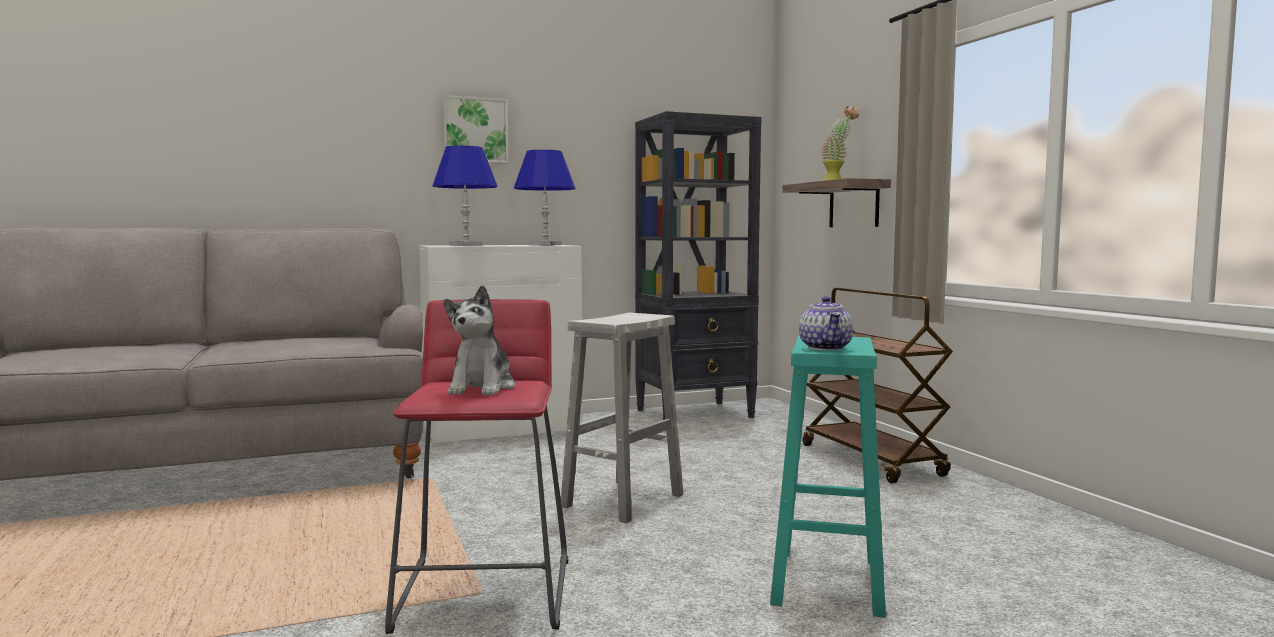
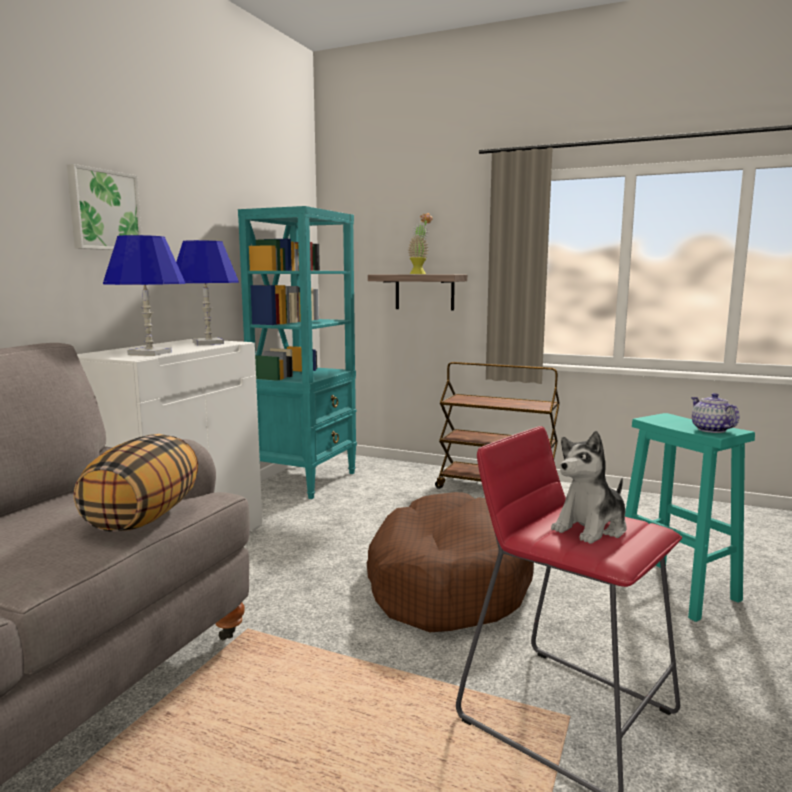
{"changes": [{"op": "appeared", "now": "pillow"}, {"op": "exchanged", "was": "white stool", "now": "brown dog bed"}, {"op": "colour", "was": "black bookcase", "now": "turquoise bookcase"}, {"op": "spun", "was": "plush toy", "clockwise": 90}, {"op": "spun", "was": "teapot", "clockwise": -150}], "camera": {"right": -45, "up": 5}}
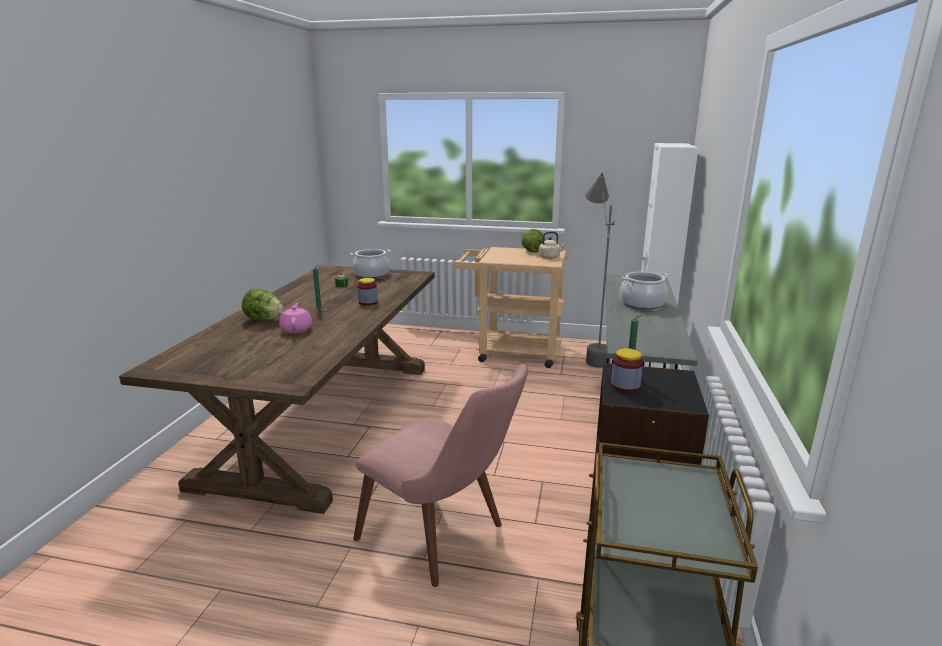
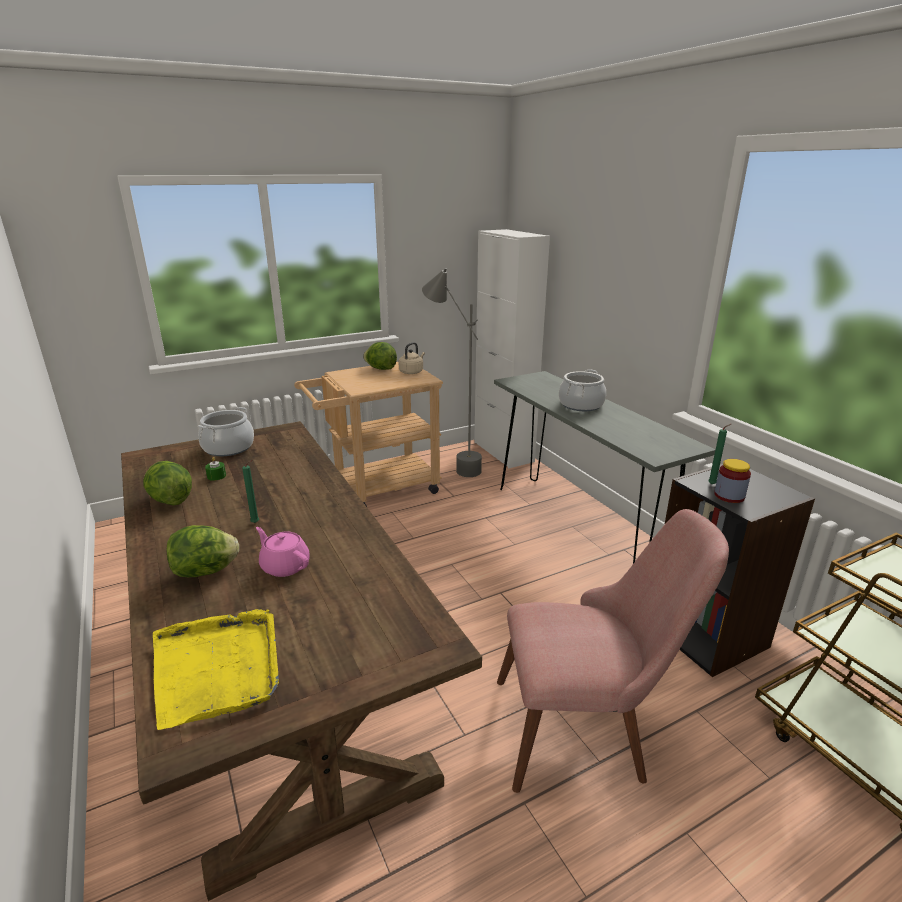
{"changes": [{"op": "missing", "was": "jar (no. 1 from left)"}, {"op": "appeared", "now": "lettuce (no. 1 from left)"}, {"op": "appeared", "now": "yellow tray"}], "camera": {"right": -40, "up": 5}}
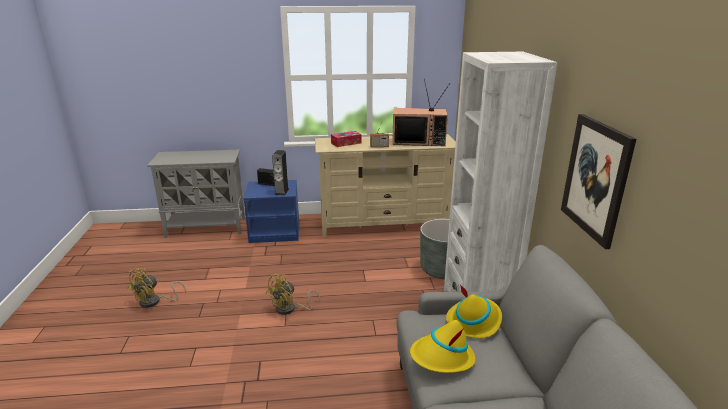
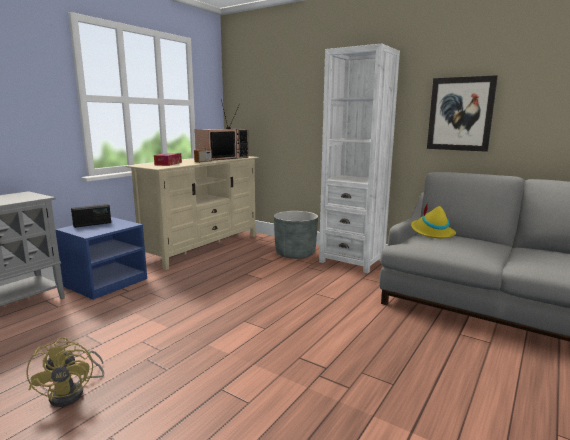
{"changes": [{"op": "missing", "was": "yellow fan (no. 2 from left)"}, {"op": "missing", "was": "speaker"}, {"op": "missing", "was": "yellow hat (no. 1 from left)"}], "camera": {"right": -50, "up": -10}}
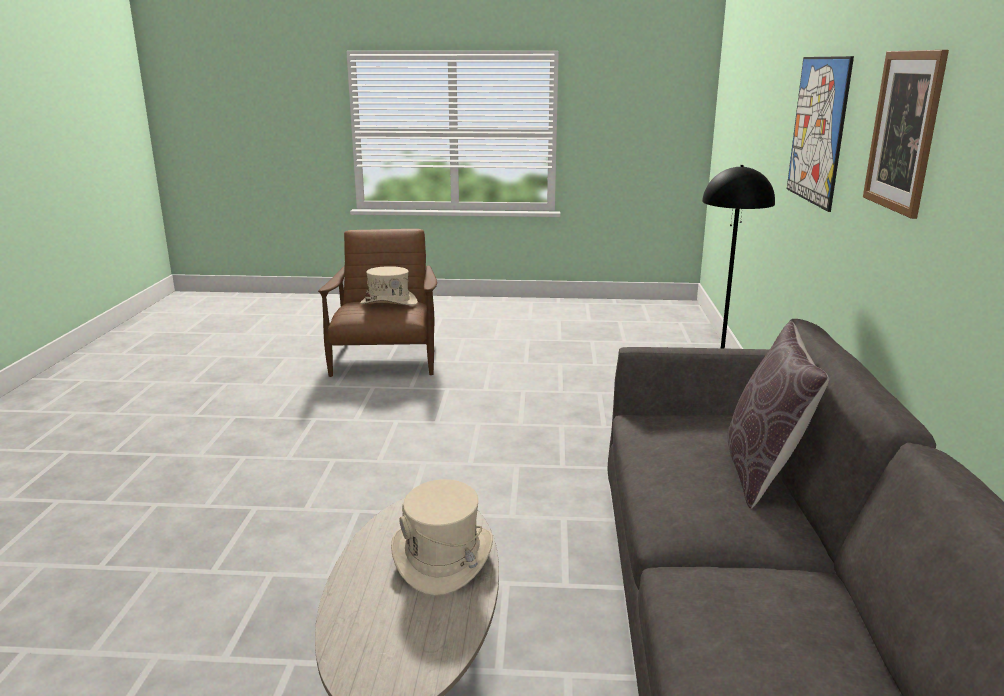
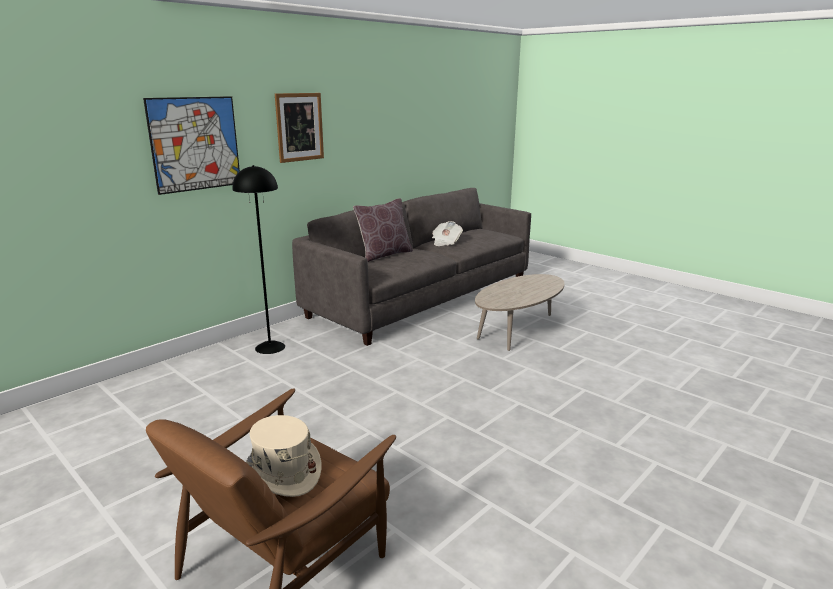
{"changes": [{"op": "missing", "was": "beige hat (no. 2 from left)"}, {"op": "appeared", "now": "newspaper"}], "camera": {"right": -140, "up": 0}}
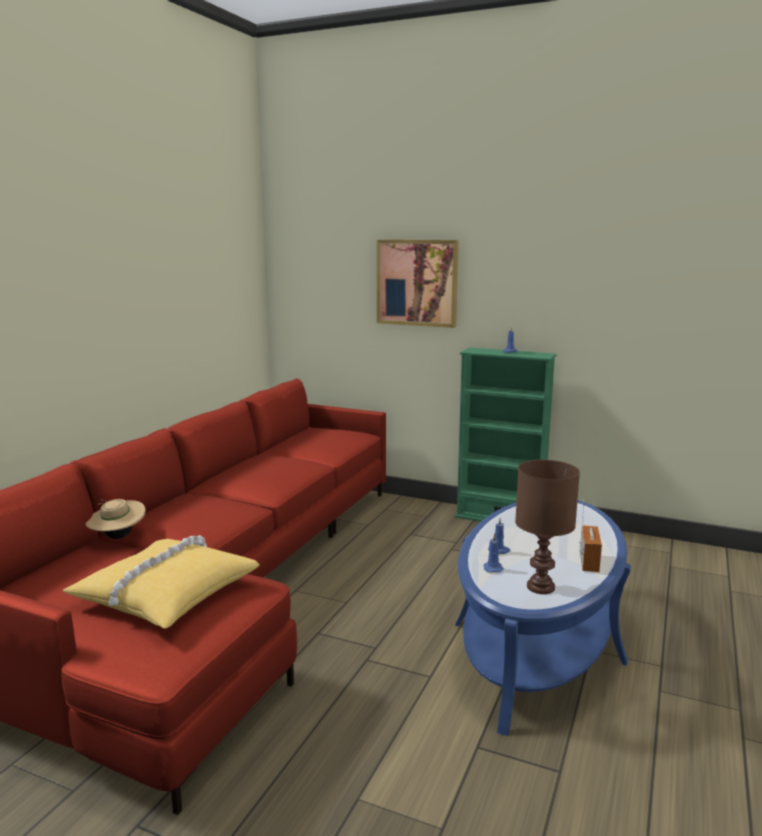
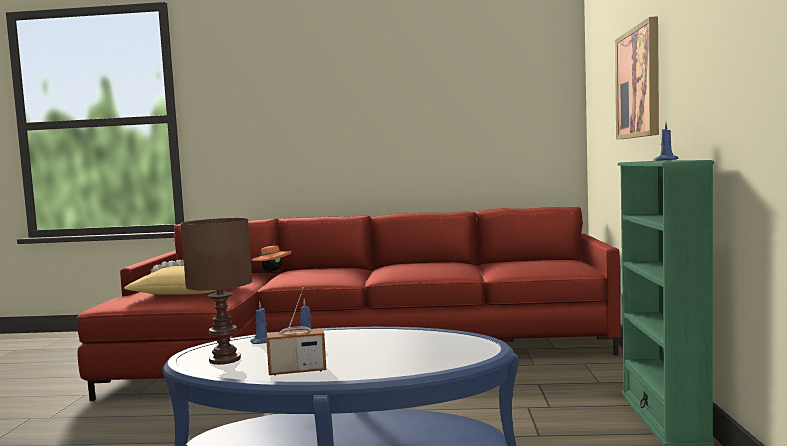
{"changes": [{"op": "colour", "was": "beige hat", "now": "orange hat"}], "camera": {"right": 70, "up": -10}}
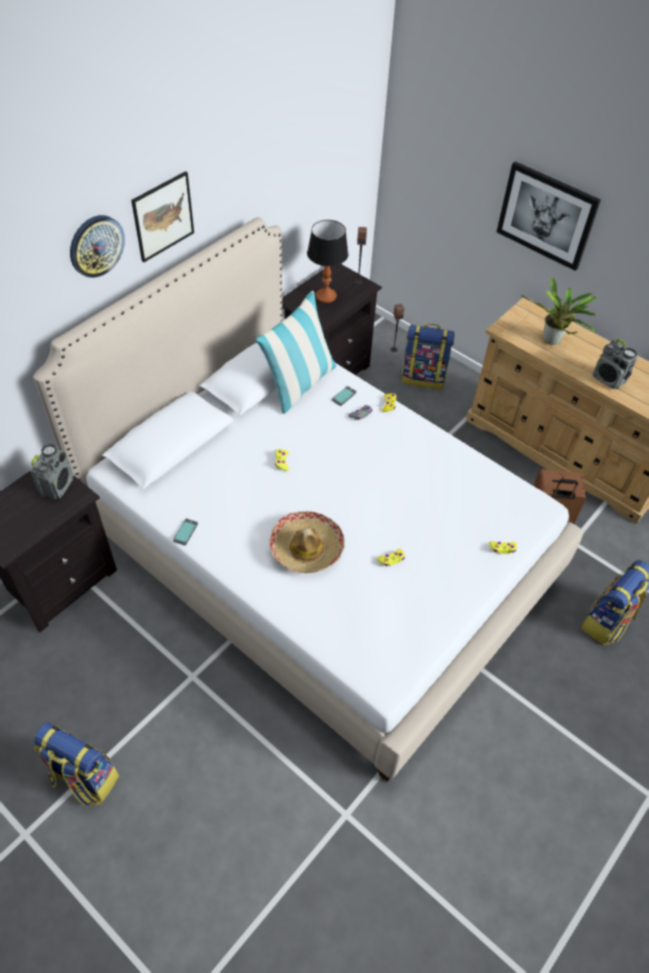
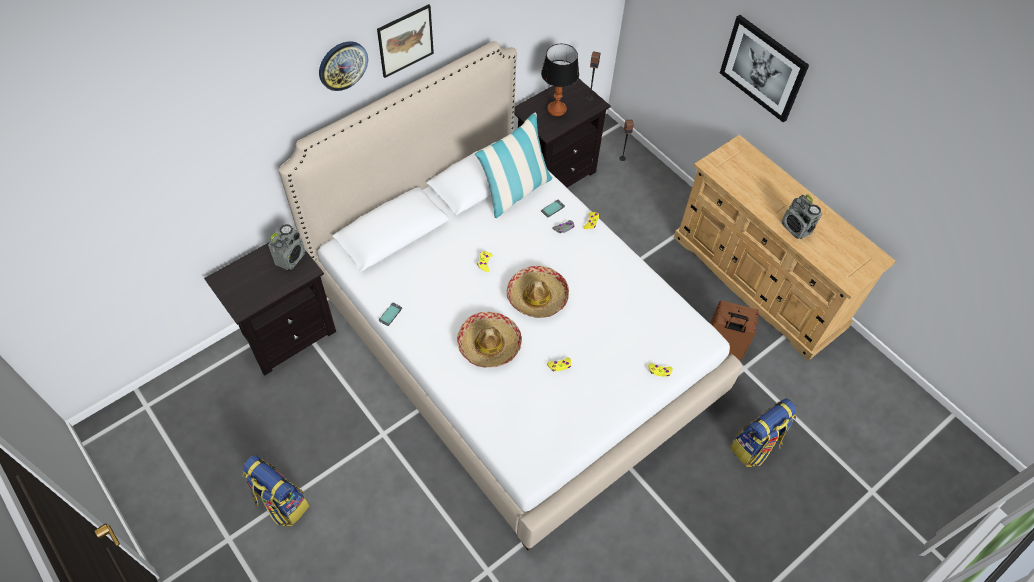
{"changes": [{"op": "missing", "was": "backpack (no. 2 from left)"}, {"op": "missing", "was": "potted plant"}, {"op": "appeared", "now": "hat (no. 2 from left)"}], "camera": {"right": 10, "up": 5}}
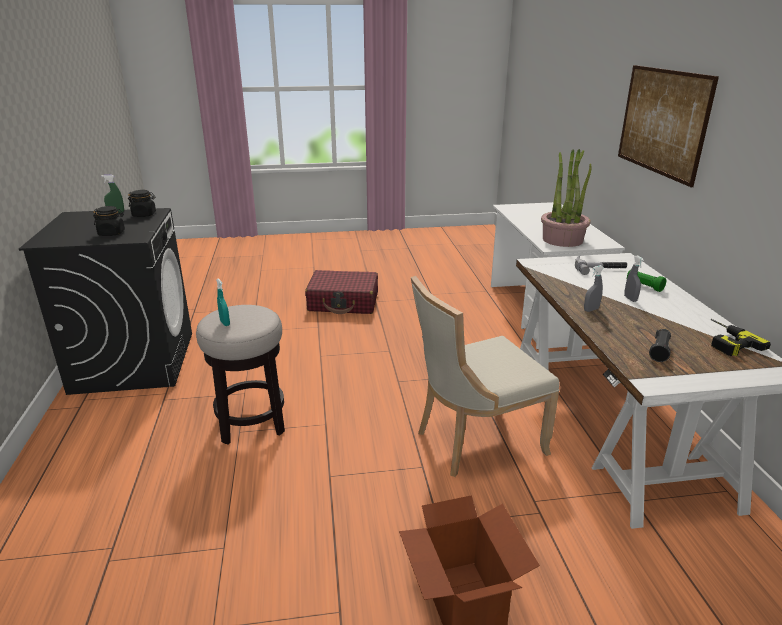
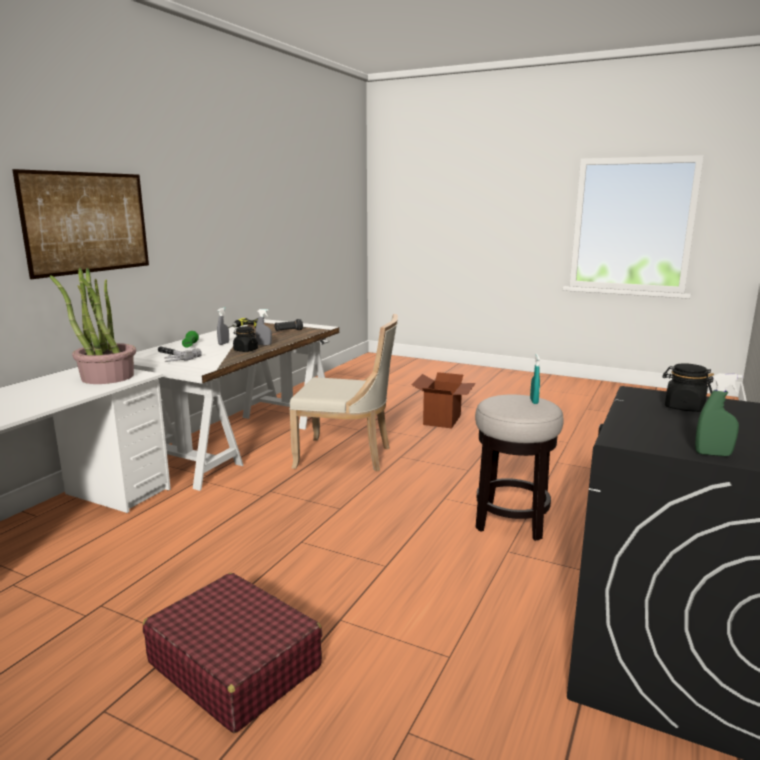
{"changes": [{"op": "relocated", "was": "black jar (no. 2 from left in the first image)", "now": "black jar (no. 1 from left)"}], "camera": {"right": -145, "up": -10}}
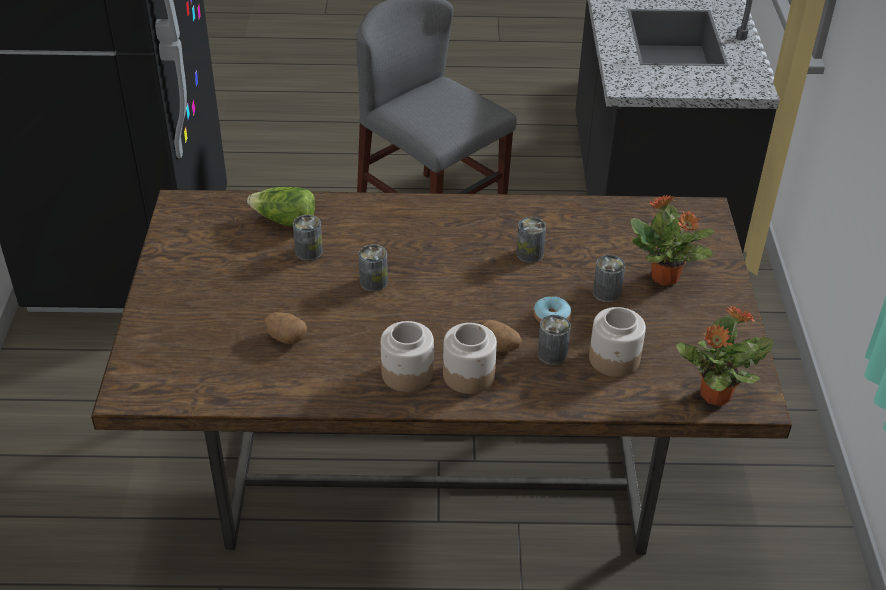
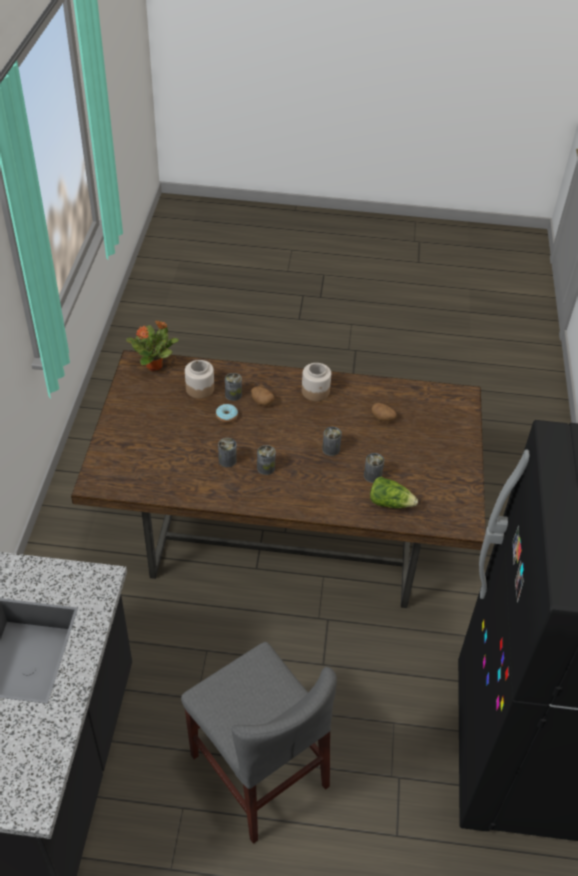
{"changes": [{"op": "missing", "was": "jar (no. 2 from left)"}, {"op": "missing", "was": "potted plant (no. 1 from left)"}, {"op": "relocated", "was": "can (no. 5 from left in the first image)", "now": "can (no. 3 from left)"}], "camera": {"right": -175, "up": 5}}
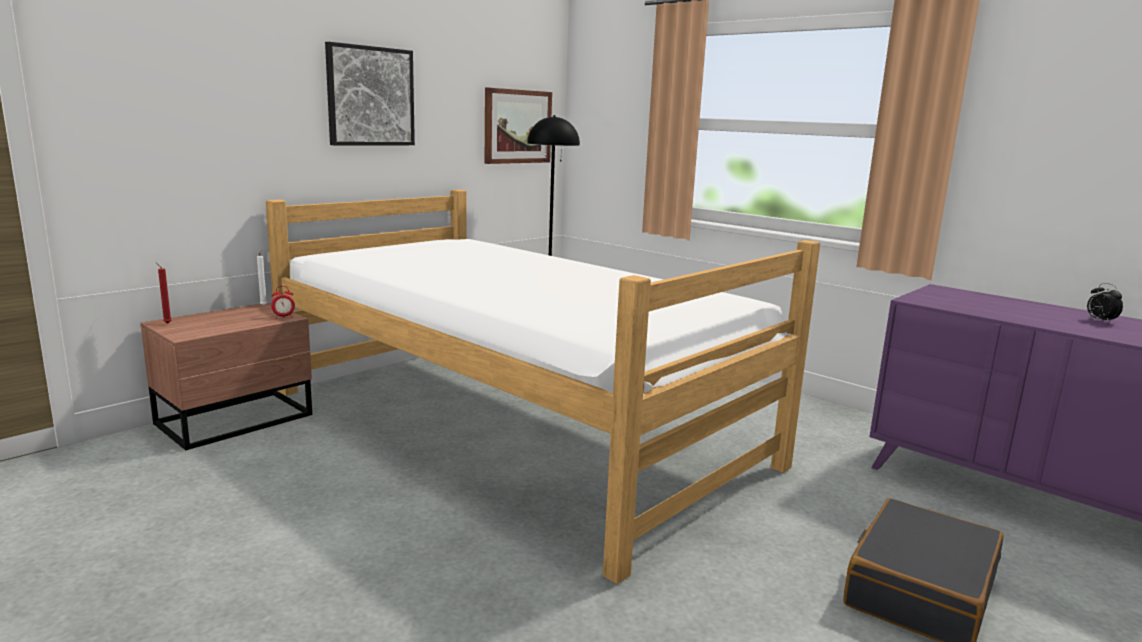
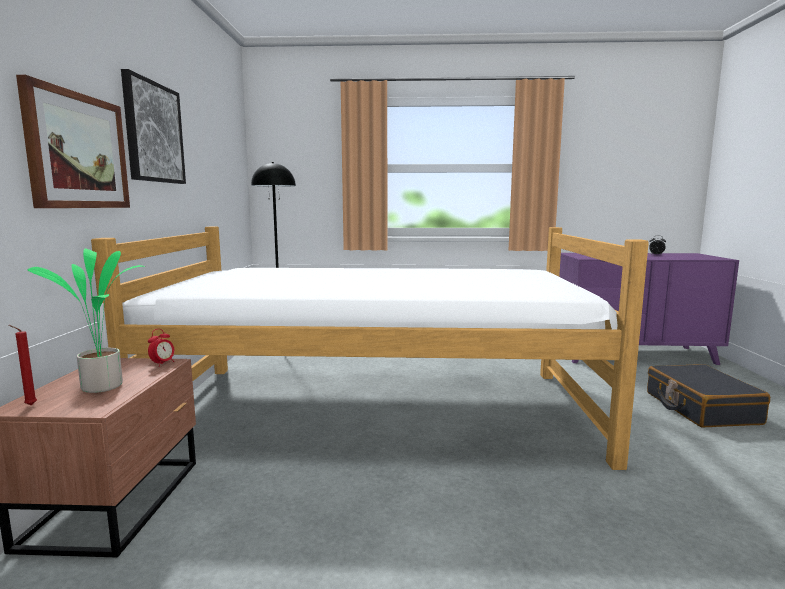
{"changes": [{"op": "appeared", "now": "potted plant"}, {"op": "relocated", "was": "picture (no. 2 from left in the first image)", "now": "picture (no. 1 from left)"}], "camera": {"right": -40, "up": -5}}
